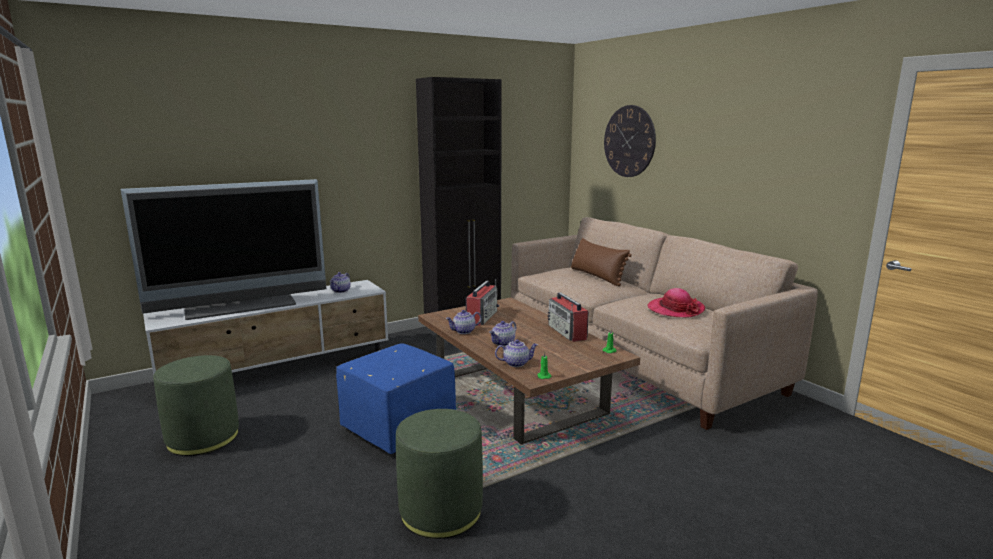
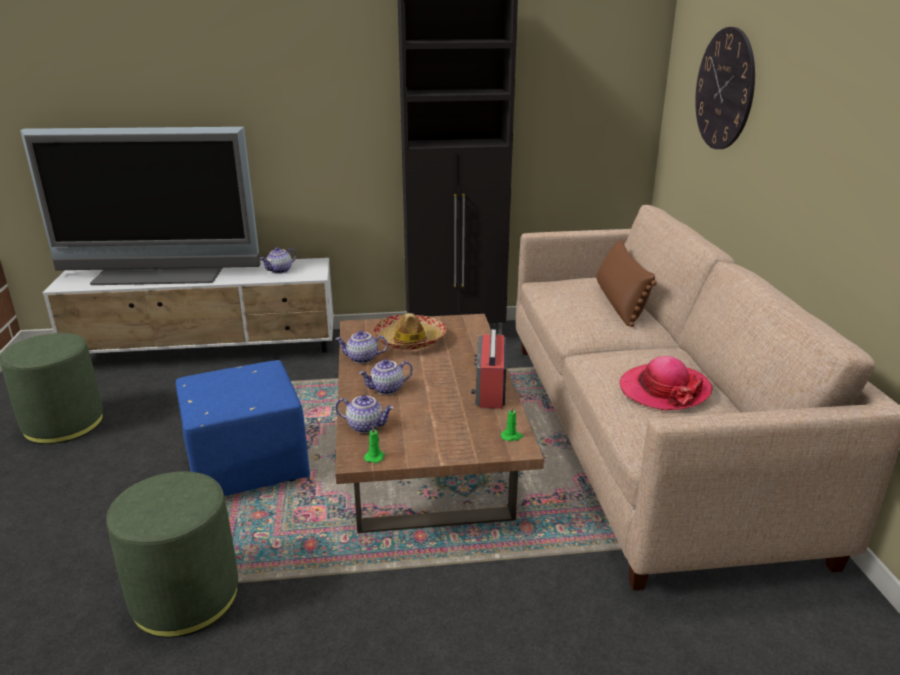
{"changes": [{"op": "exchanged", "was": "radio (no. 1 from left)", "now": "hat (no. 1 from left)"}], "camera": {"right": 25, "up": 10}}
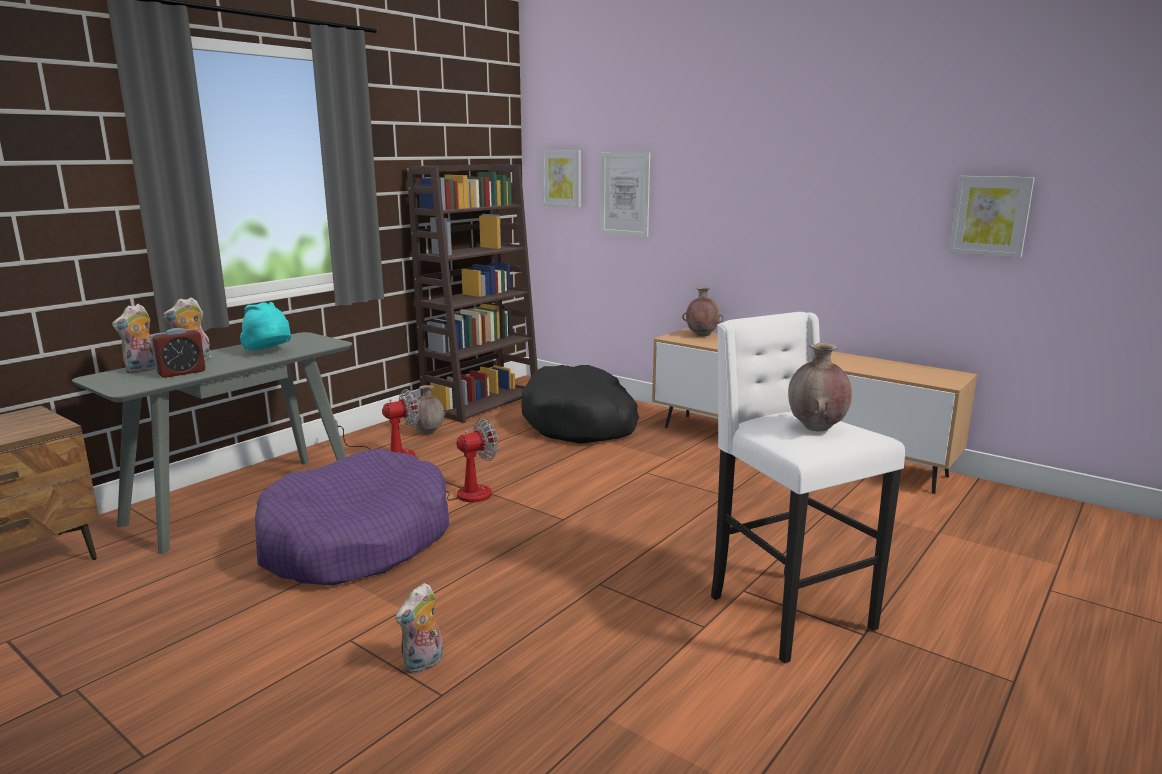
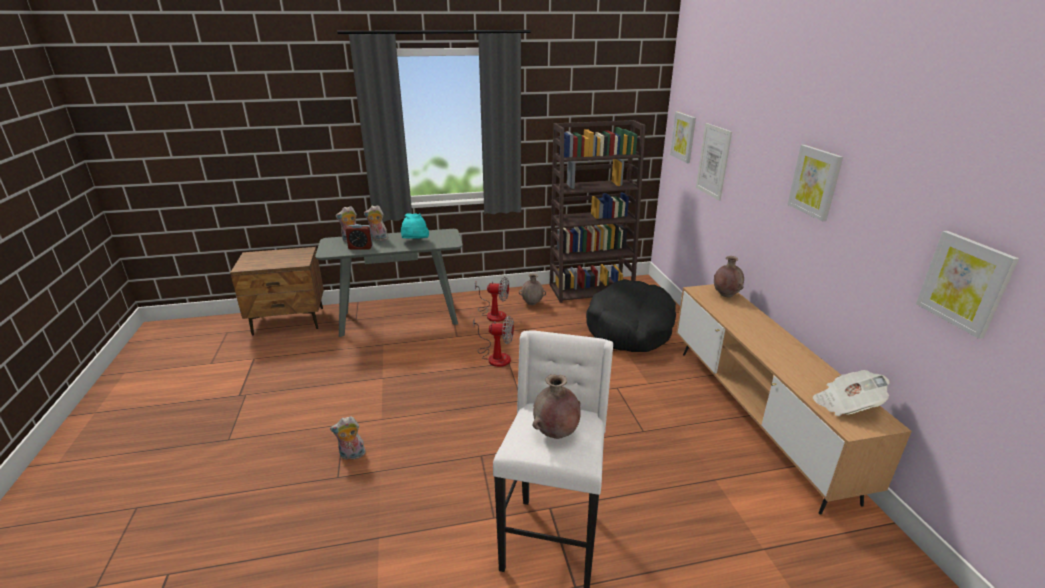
{"changes": [{"op": "missing", "was": "purple dog bed"}, {"op": "appeared", "now": "picture (no. 3 from left)"}, {"op": "appeared", "now": "newspaper"}], "camera": {"right": 40, "up": 10}}
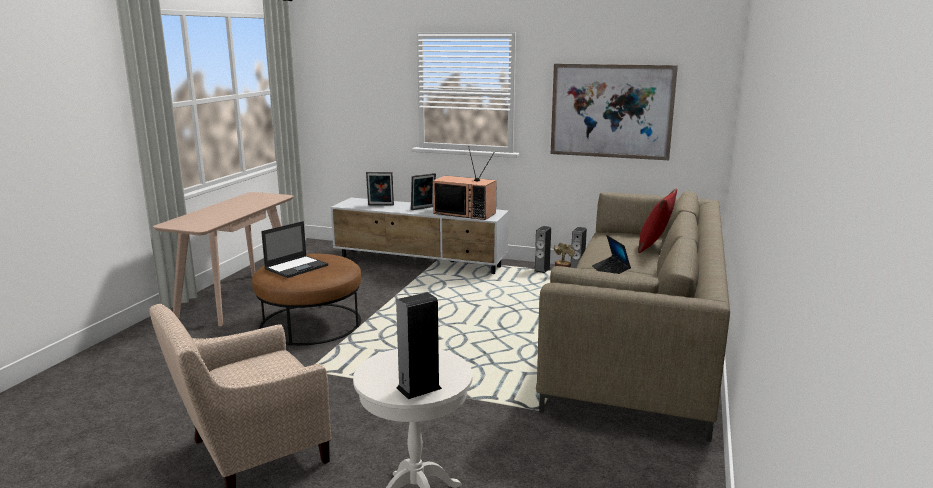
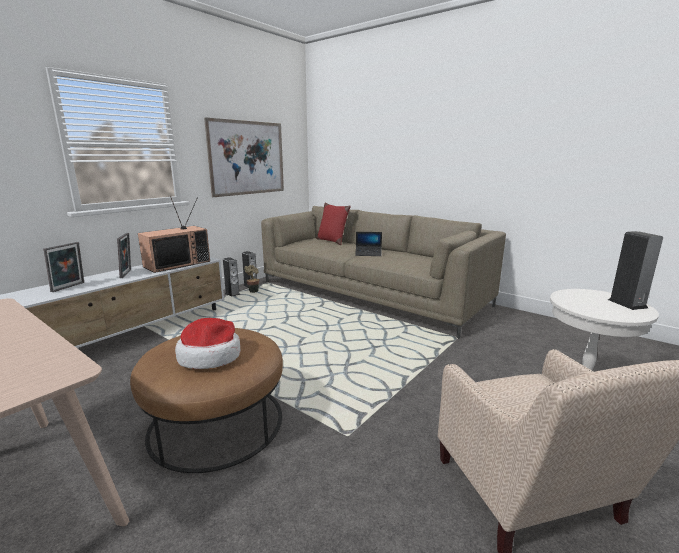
{"changes": [{"op": "exchanged", "was": "laptop (no. 1 from left)", "now": "hat"}], "camera": {"right": -70, "up": 0}}
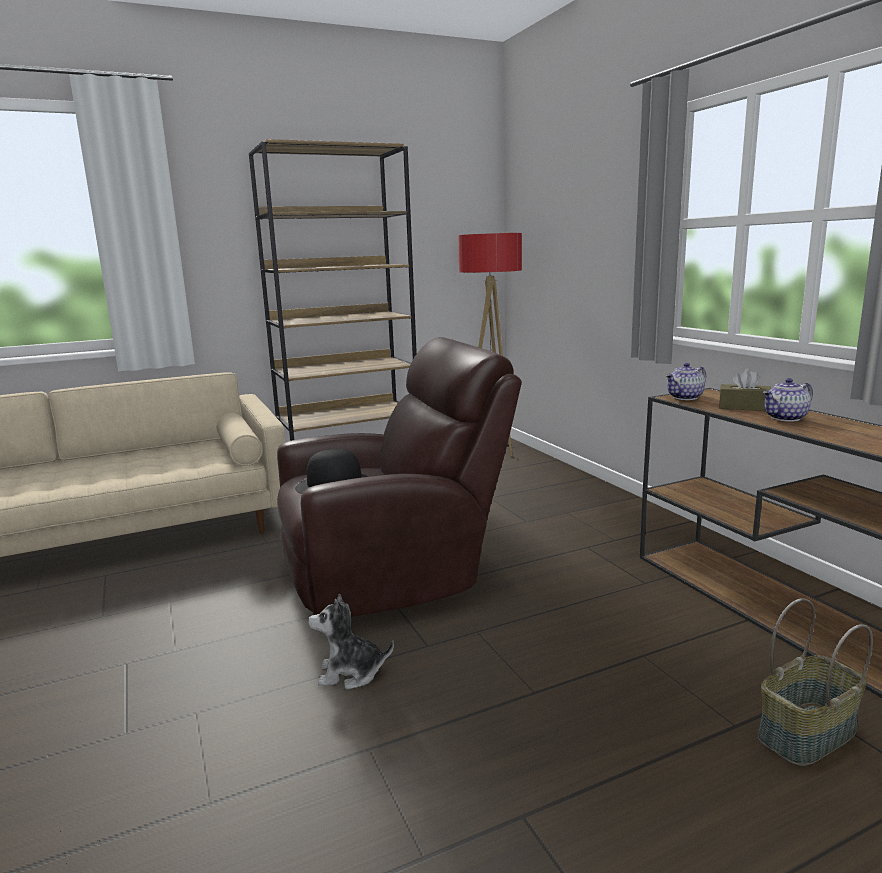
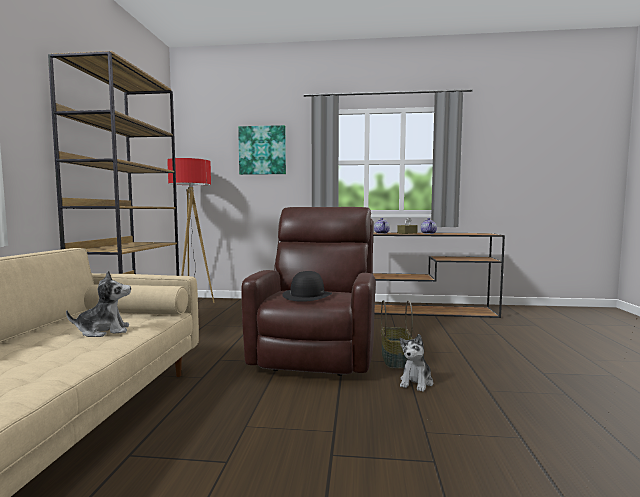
{"changes": [{"op": "appeared", "now": "plush toy (no. 1 from left)"}, {"op": "appeared", "now": "picture"}, {"op": "relocated", "was": "basket"}], "camera": {"right": -60, "up": -10}}
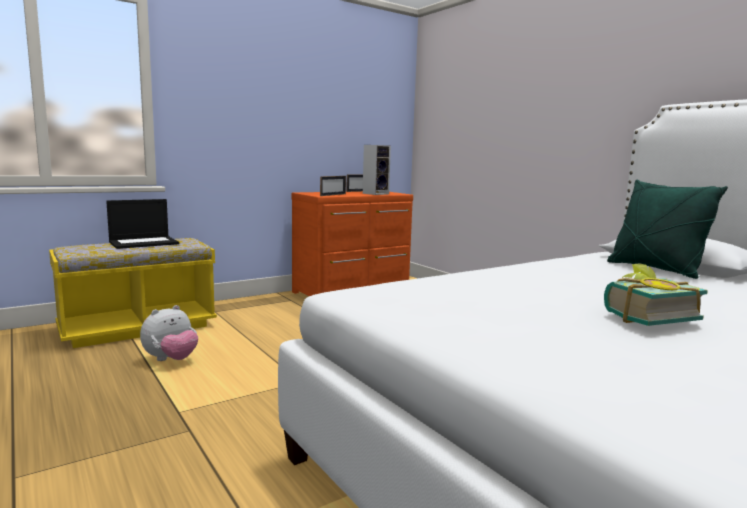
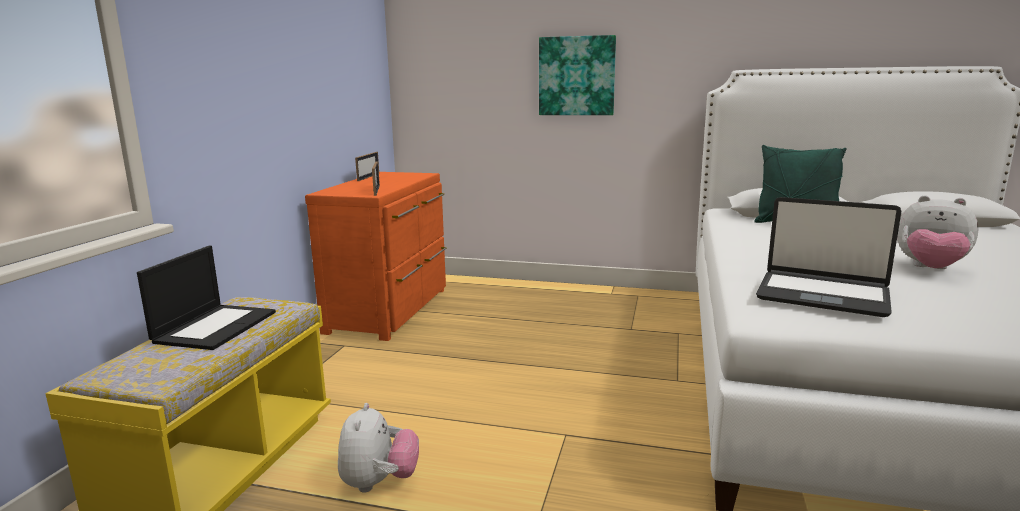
{"changes": [{"op": "missing", "was": "speaker"}, {"op": "appeared", "now": "picture"}, {"op": "appeared", "now": "laptop (no. 2 from left)"}, {"op": "exchanged", "was": "book", "now": "plush toy (no. 2 from left)"}], "camera": {"right": -40, "up": 5}}
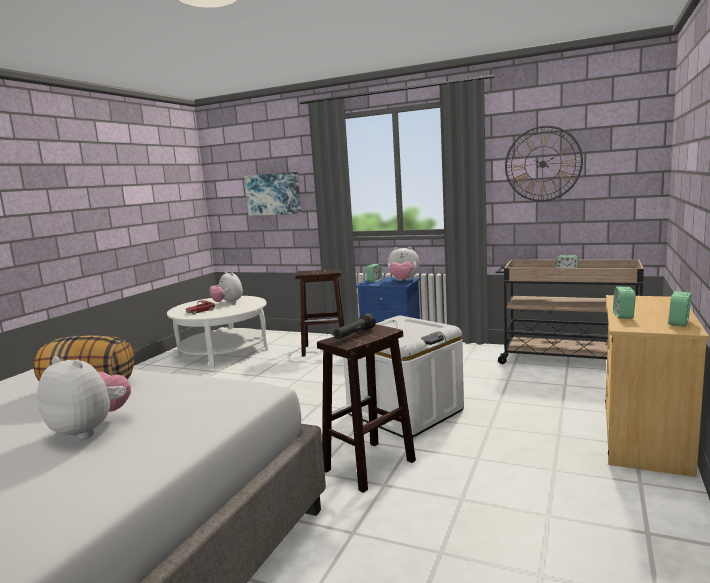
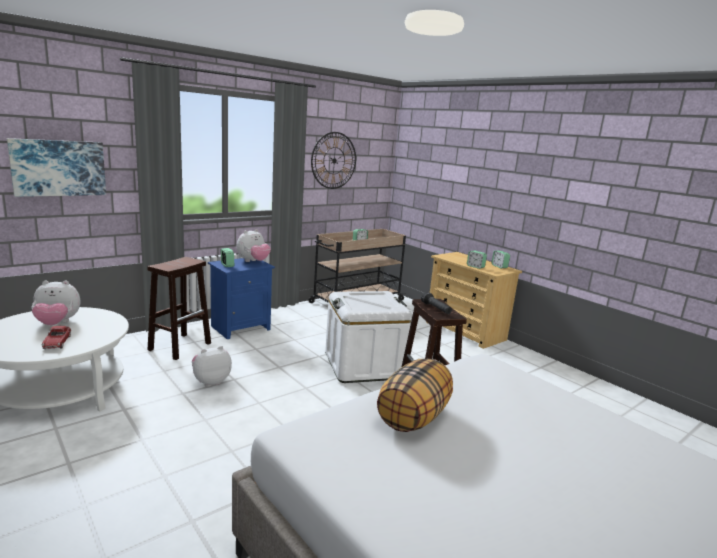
{"changes": [{"op": "relocated", "was": "plush toy (no. 1 from left in the first image)", "now": "plush toy (no. 2 from left)"}], "camera": {"right": -65, "up": 5}}
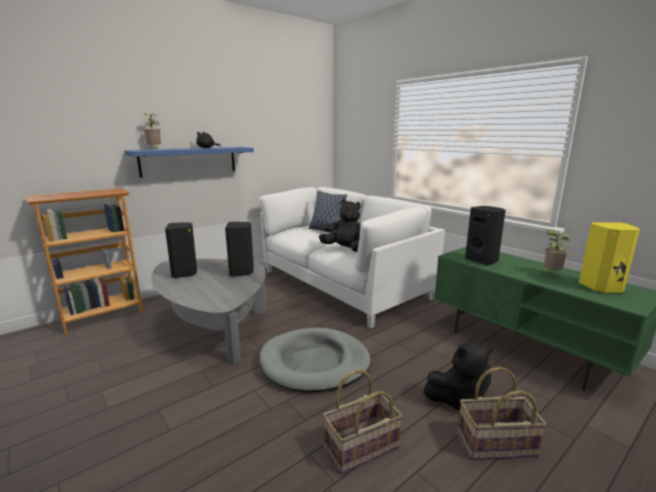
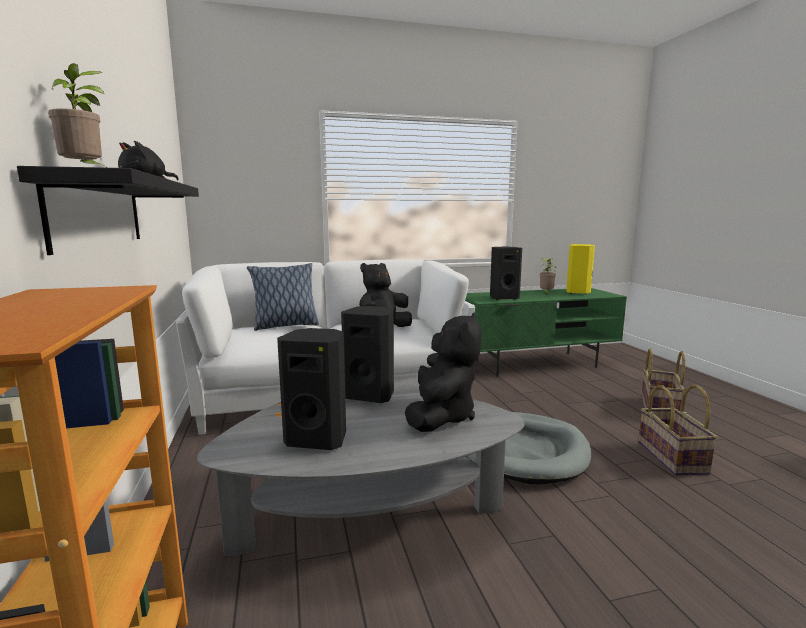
{"changes": [{"op": "relocated", "was": "black plush toy (no. 3 from left)"}, {"op": "colour", "was": "blue shelf", "now": "black shelf"}], "camera": {"right": -65, "up": -5}}
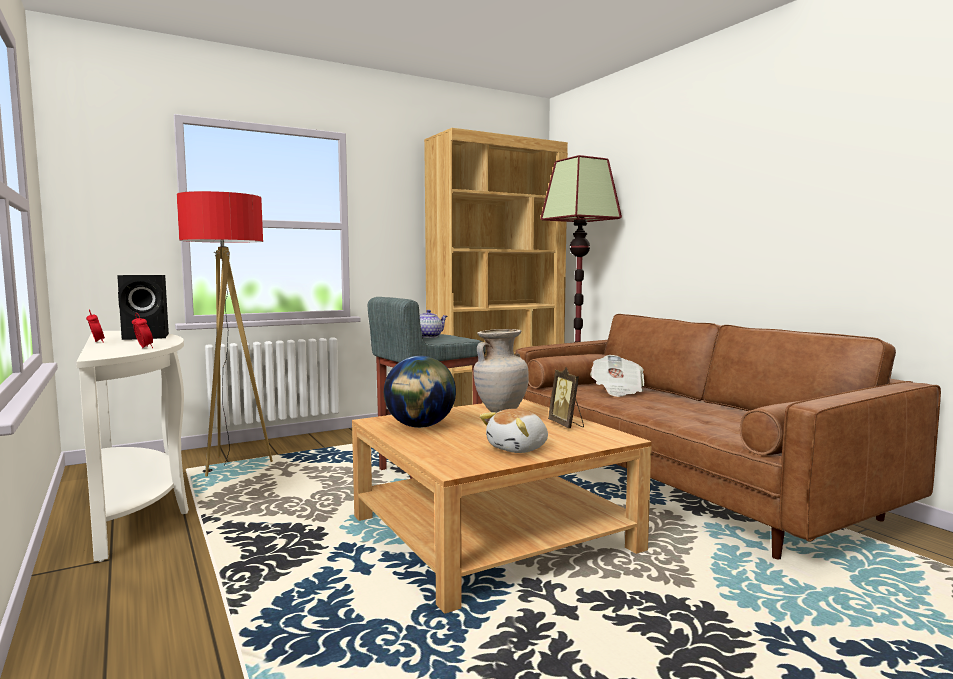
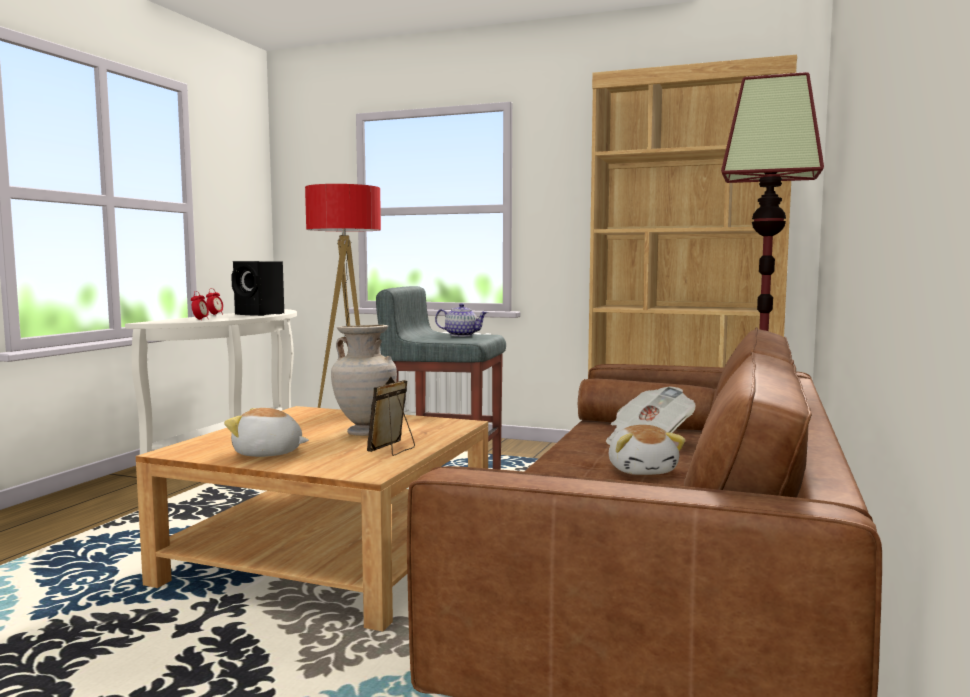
{"changes": [{"op": "missing", "was": "globe"}, {"op": "appeared", "now": "plush toy (no. 2 from left)"}], "camera": {"right": 50, "up": 0}}
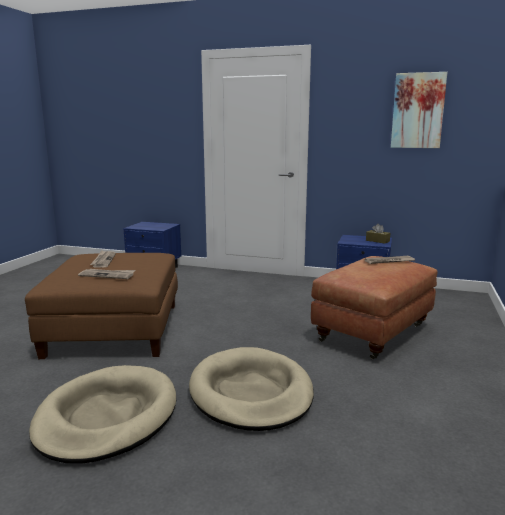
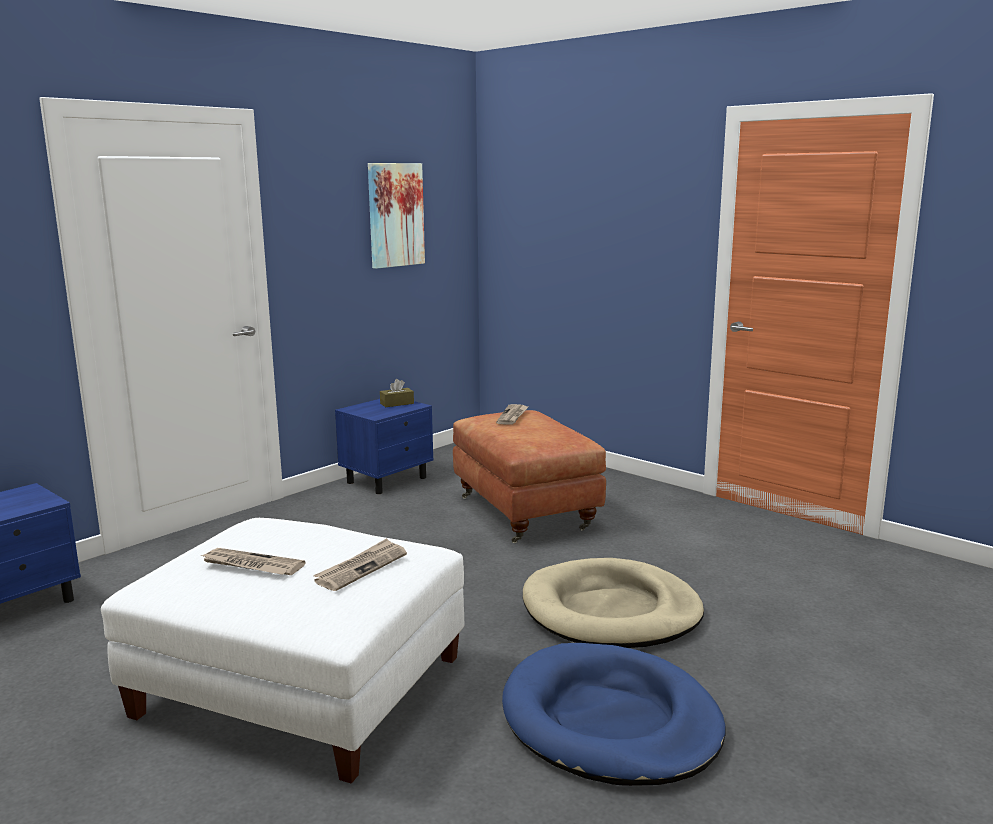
{"changes": [{"op": "colour", "was": "brown ottoman (no. 1 from left)", "now": "white ottoman"}, {"op": "colour", "was": "beige dog bed (no. 1 from left)", "now": "blue dog bed"}], "camera": {"right": -65, "up": 0}}
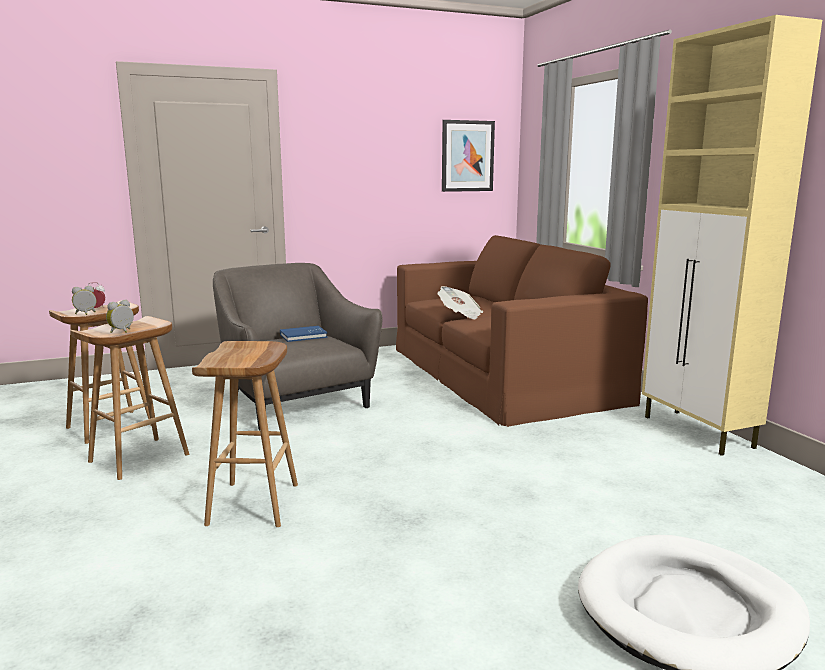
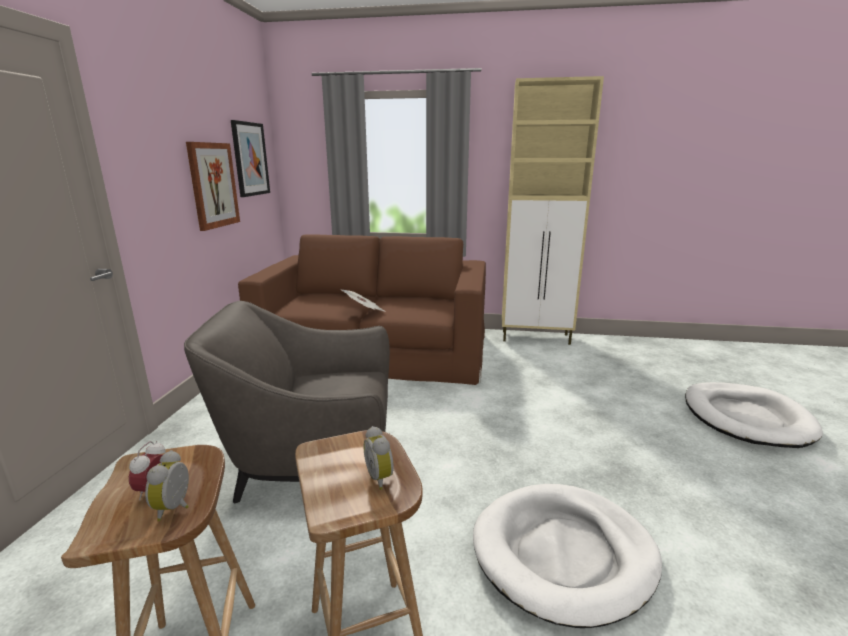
{"changes": [{"op": "missing", "was": "blue book"}, {"op": "appeared", "now": "picture (no. 1 from left)"}, {"op": "exchanged", "was": "brown stool (no. 3 from left)", "now": "white dog bed (no. 1 from left)"}], "camera": {"right": -60, "up": 5}}
